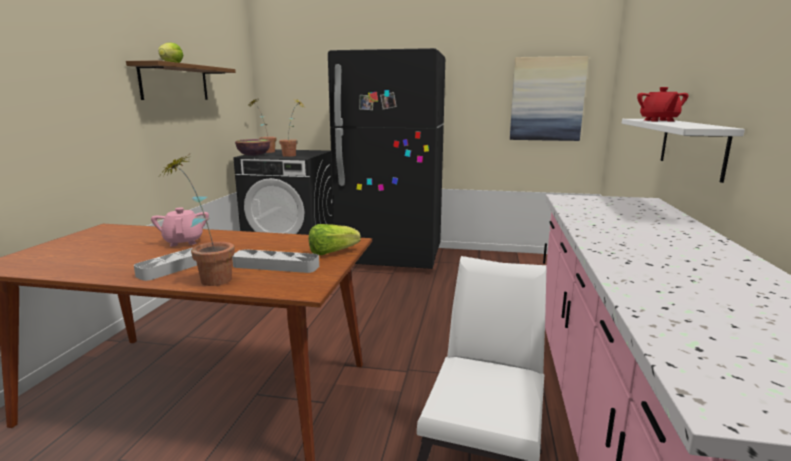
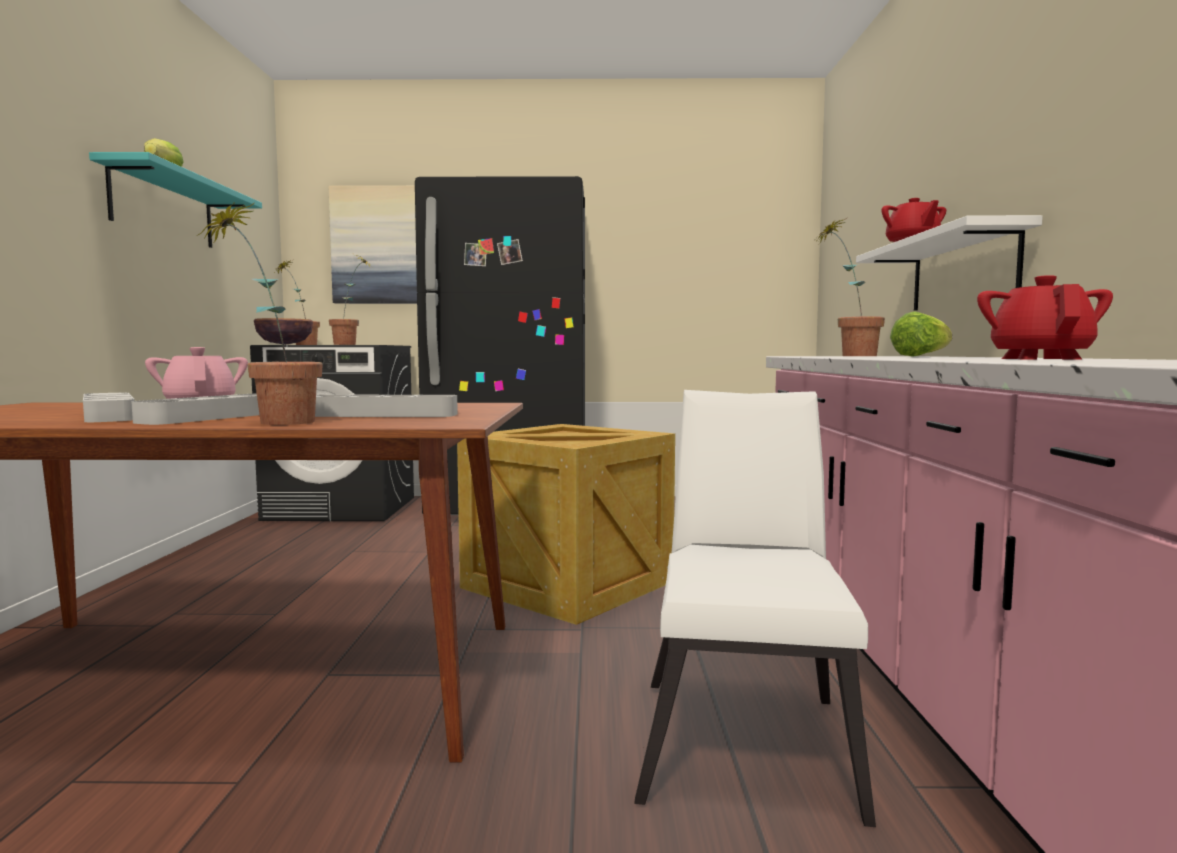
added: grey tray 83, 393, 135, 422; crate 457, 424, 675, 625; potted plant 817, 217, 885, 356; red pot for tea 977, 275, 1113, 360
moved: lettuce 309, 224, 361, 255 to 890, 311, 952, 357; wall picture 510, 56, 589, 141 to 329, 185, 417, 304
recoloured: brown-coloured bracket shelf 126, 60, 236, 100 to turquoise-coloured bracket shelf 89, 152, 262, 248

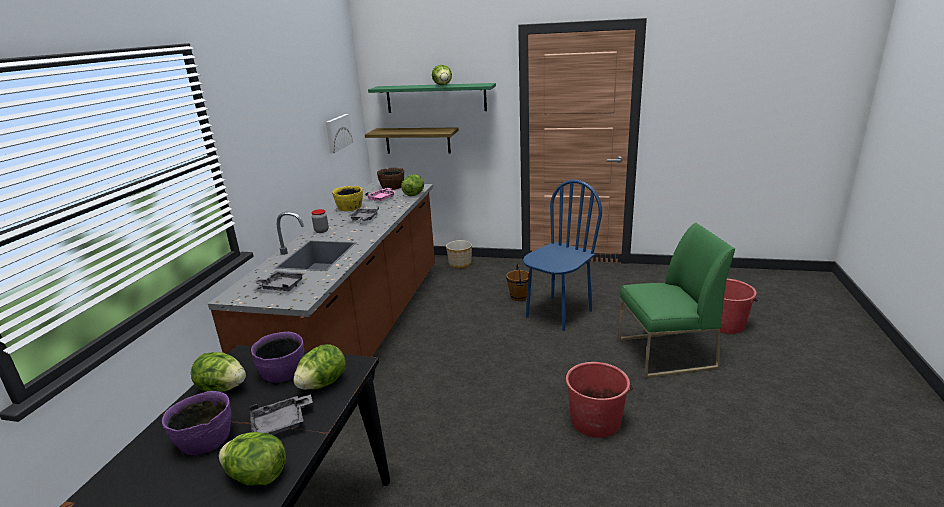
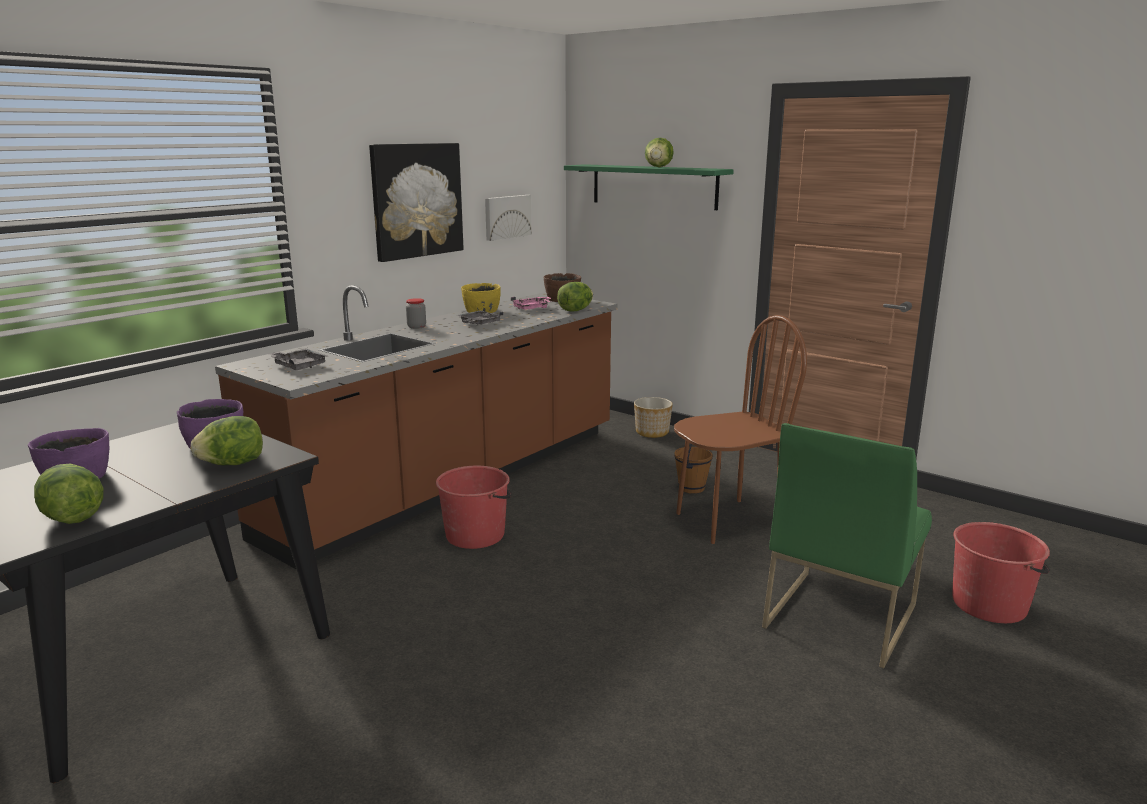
removed: lettuce 191, 352, 246, 392; grey tray 249, 394, 313, 435; bracket shelf 365, 127, 459, 154
added: wall picture 369, 143, 464, 262
moved: red pail 565, 362, 633, 438 to 436, 466, 512, 549
recoloured: bluish plain chair 523, 180, 602, 331 to brown-coloured plain chair 674, 315, 807, 544
turned: green plain chair 618, 223, 735, 378 = 762, 423, 932, 668 105 degrees clockwise

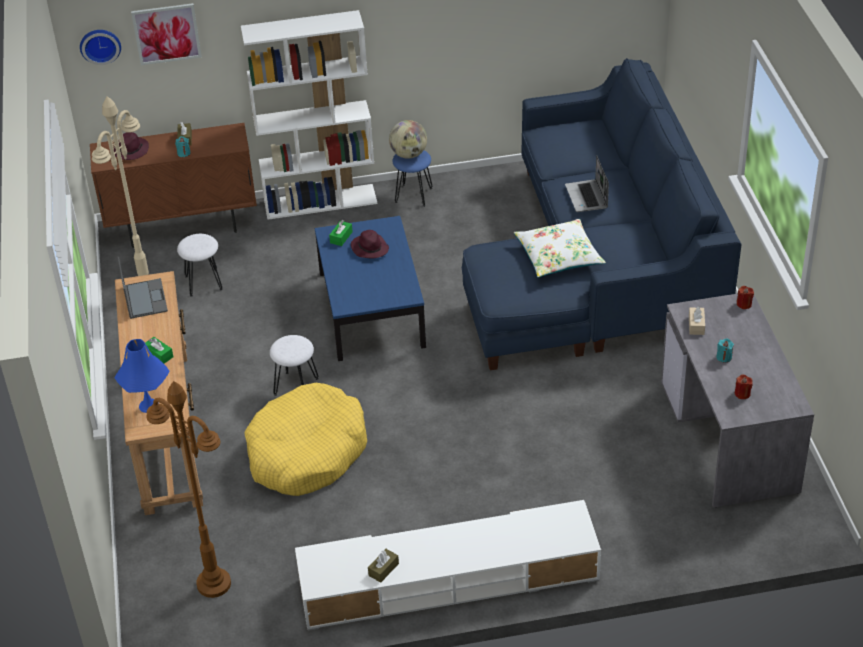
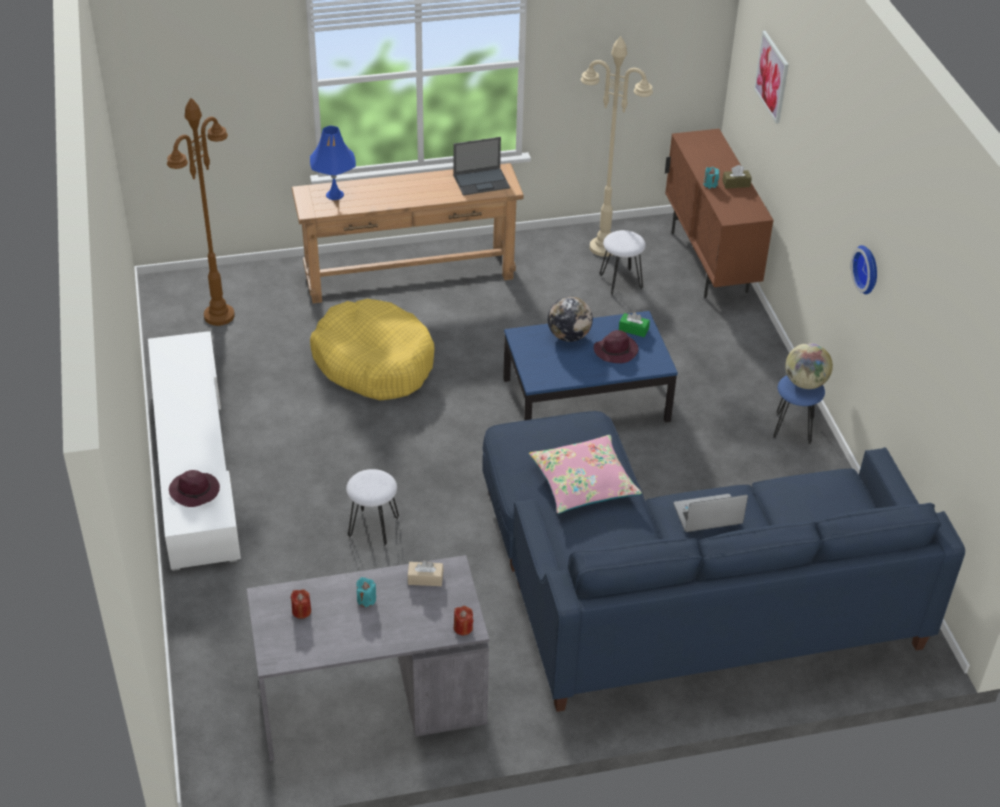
removed: green tissue box 145, 337, 173, 364; whitish shelving unit 241, 10, 377, 220; brown-coloured tissue box 368, 549, 399, 583
added: world globe 548, 296, 593, 342
moved: wall clock 80, 30, 121, 65 to 851, 245, 877, 294; purple-coloured clothing hat 114, 132, 149, 160 to 169, 470, 220, 507; whitish stool seat 270, 335, 319, 396 to 346, 469, 399, 546
recoloured: whitish cushion 514, 219, 606, 278 to pink-coloured cushion 529, 435, 642, 514

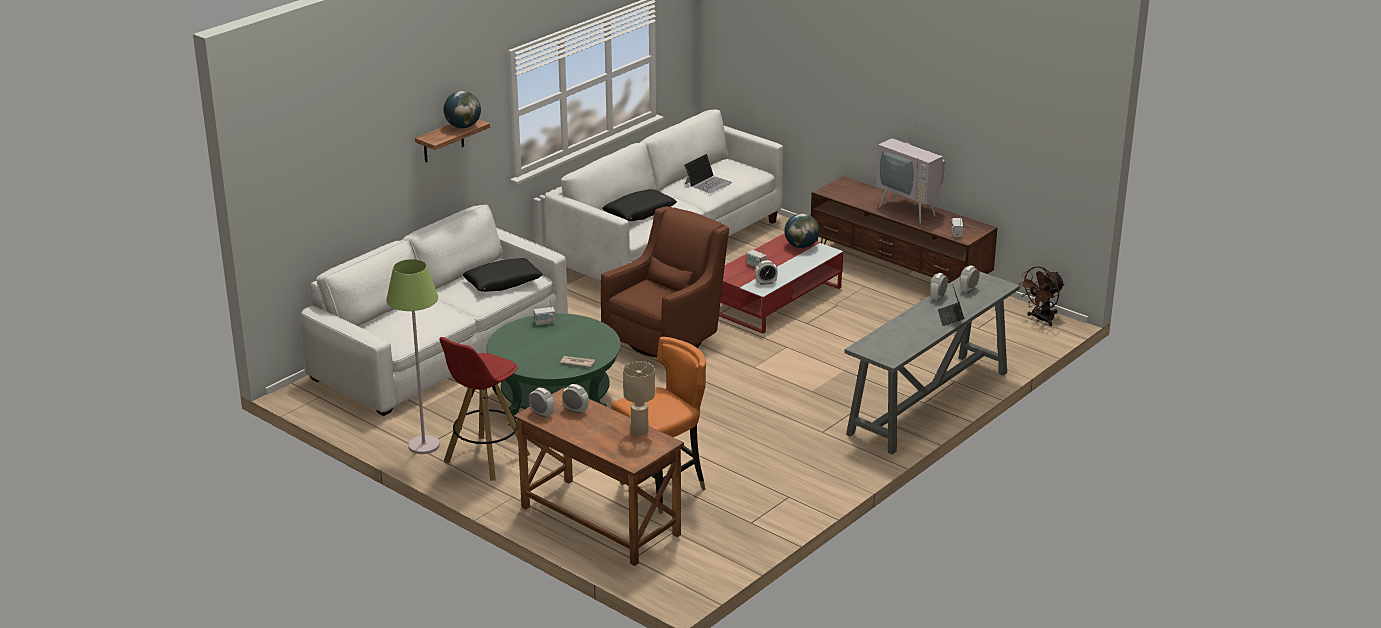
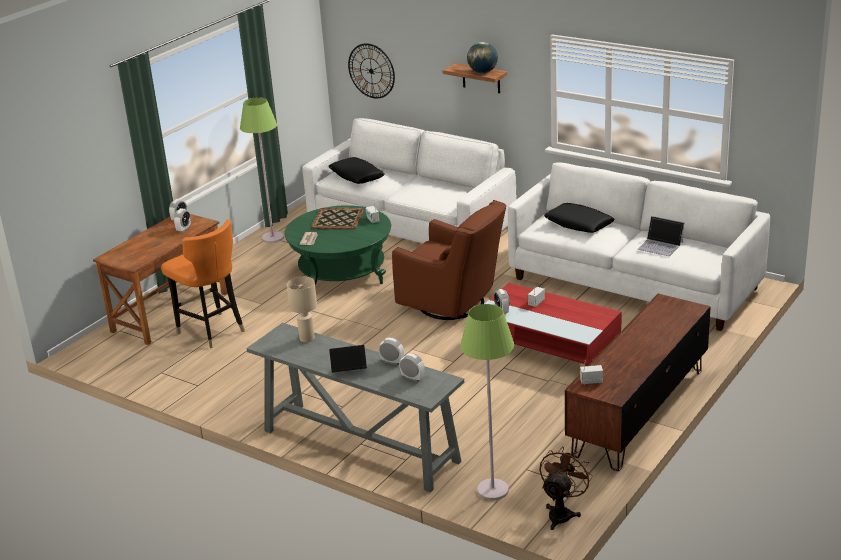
removed: red stool seat 439, 337, 530, 481; world globe 784, 213, 820, 248; television 876, 114, 945, 224
added: tray 311, 208, 364, 230; wall clock 348, 43, 395, 98; green floor lamp 460, 304, 514, 500
moved: blackish cushion 463, 258, 543, 292 to 328, 157, 385, 184; beige-coloured tabletop lamp 623, 361, 655, 436 to 287, 277, 317, 343
turned: brown-coloured electric fan 1018, 266, 1065, 326 = 539, 447, 593, 530 75 degrees clockwise

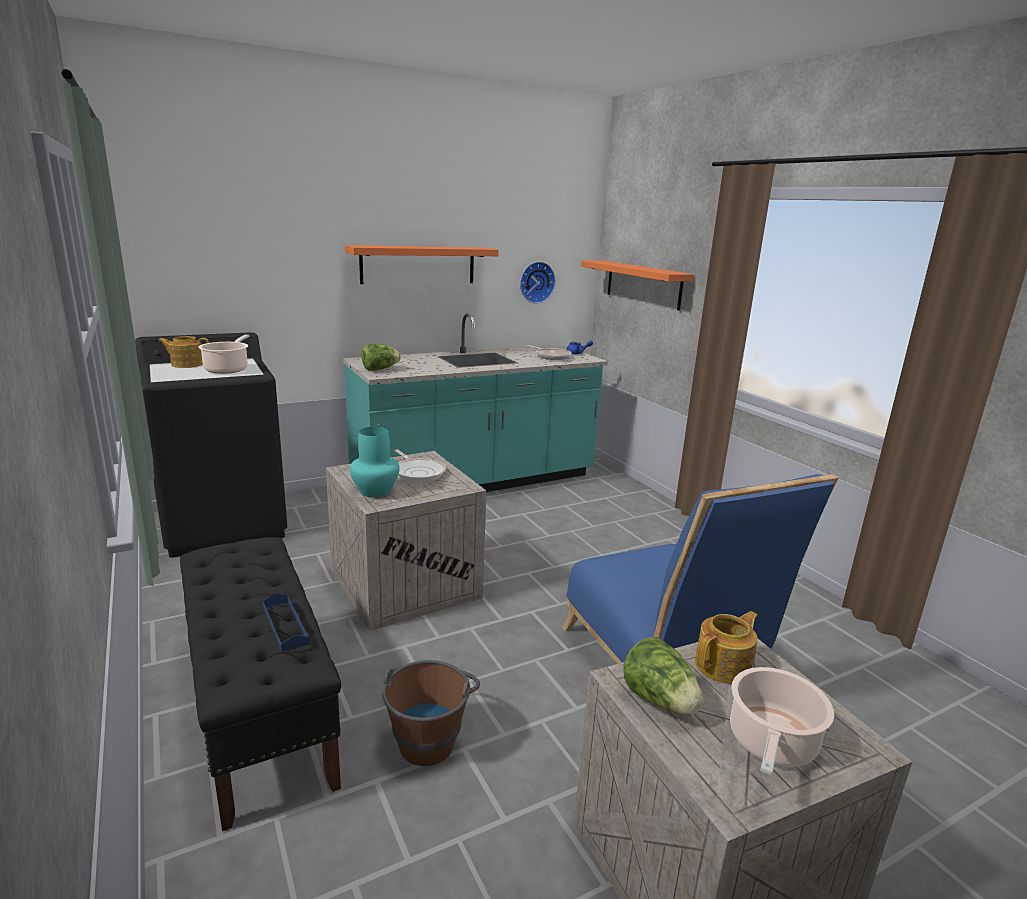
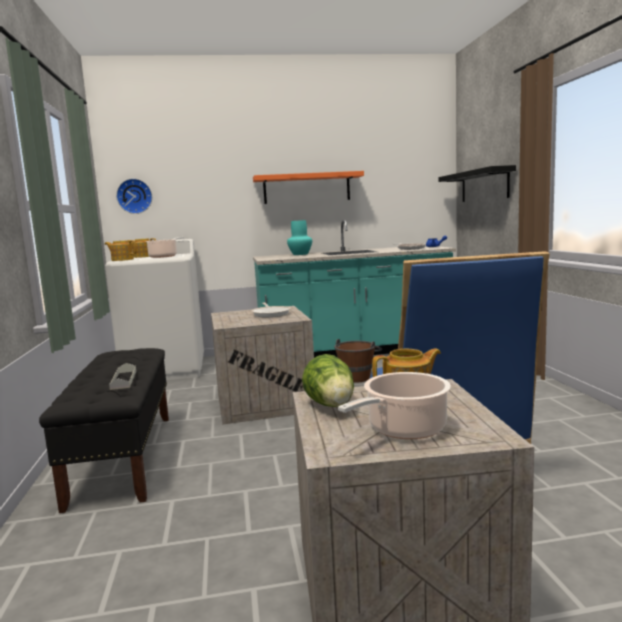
removed: lettuce 362, 343, 401, 371
added: pot for tea 105, 240, 137, 261
moved: turquoise-coloured flower vase 350, 427, 400, 498 to 287, 220, 312, 255; brown-coloured pail 382, 660, 480, 766 to 334, 339, 382, 383; wall clock 520, 262, 556, 304 to 116, 179, 152, 214
recoloured: blackish laundry appliance 135, 332, 287, 558 to whitish laundry appliance 105, 239, 204, 380; bluish tray 263, 593, 309, 652 to grey tray 109, 363, 136, 390; orange-coloured bracket shelf 581, 260, 694, 311 to blackish bracket shelf 438, 165, 516, 202

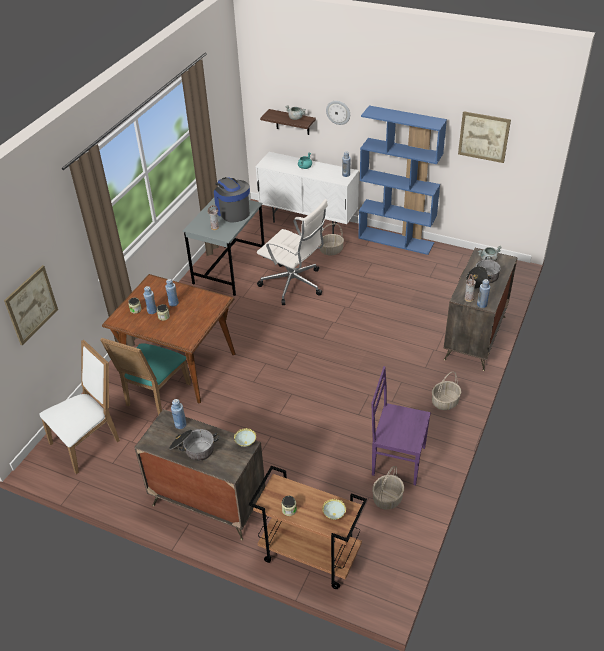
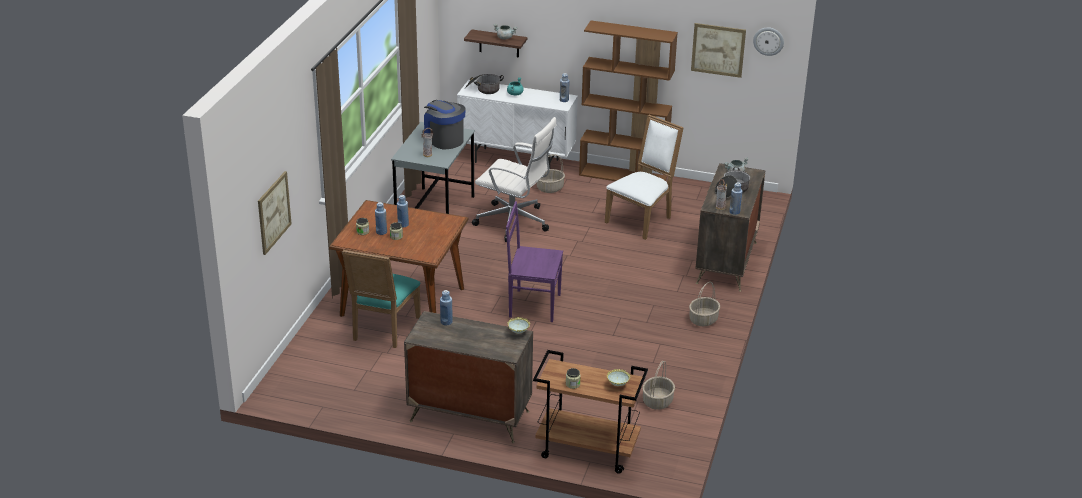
moved: whitish plain chair 39, 339, 120, 474 to 605, 115, 684, 240; saucepot 169, 429, 219, 461 to 465, 74, 504, 94; wall clock 326, 101, 350, 125 to 753, 27, 784, 56; purple-coloured plain chair 371, 366, 431, 485 to 506, 201, 563, 322
recoloured: bluish shelving unit 358, 106, 447, 255 to brown-coloured shelving unit 579, 20, 678, 181

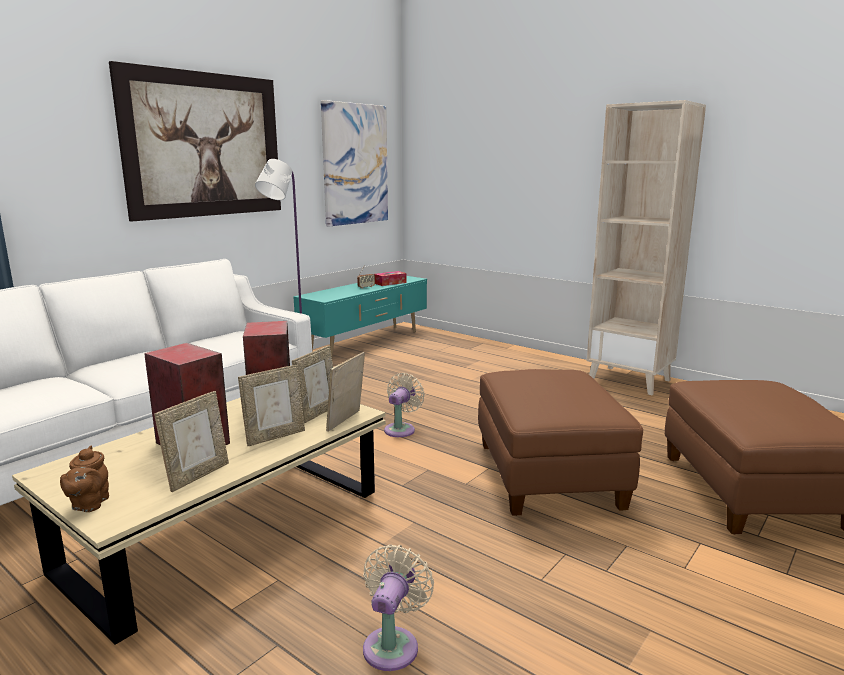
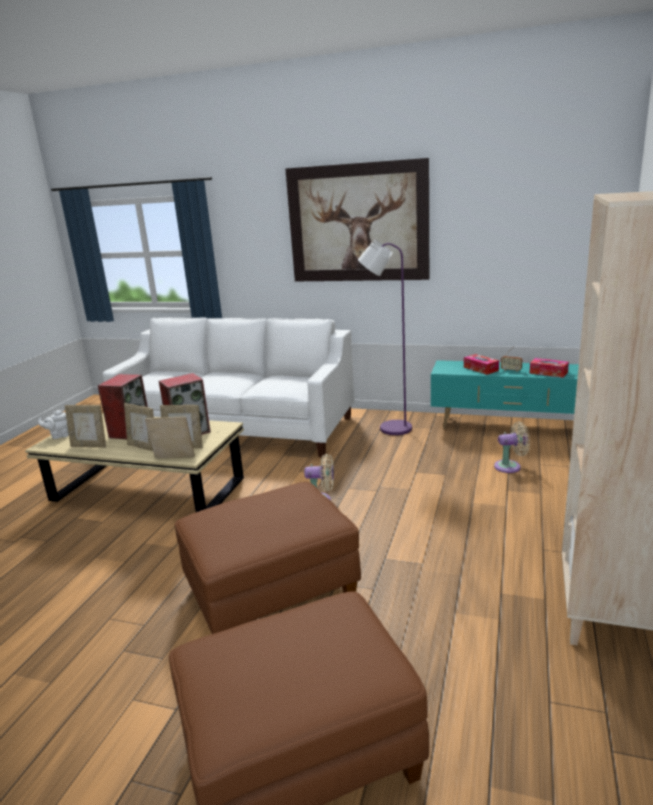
removed: wall picture 321, 100, 388, 226
added: tissue box 464, 354, 499, 375
moved: beige-coloured electric fan 363, 544, 434, 671 to 494, 422, 530, 473
recoloured: brown-coloured pot for tea 60, 446, 109, 512 to whitish pot for tea 38, 410, 69, 439

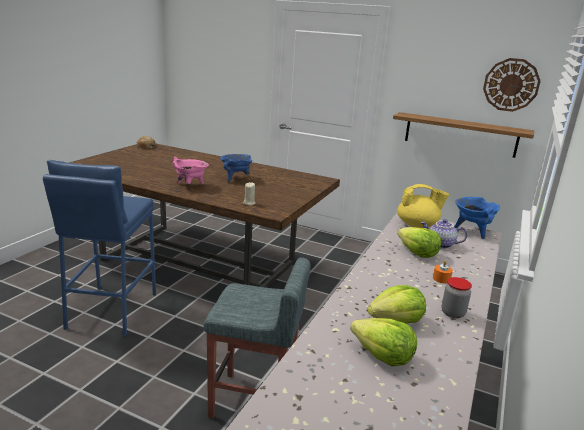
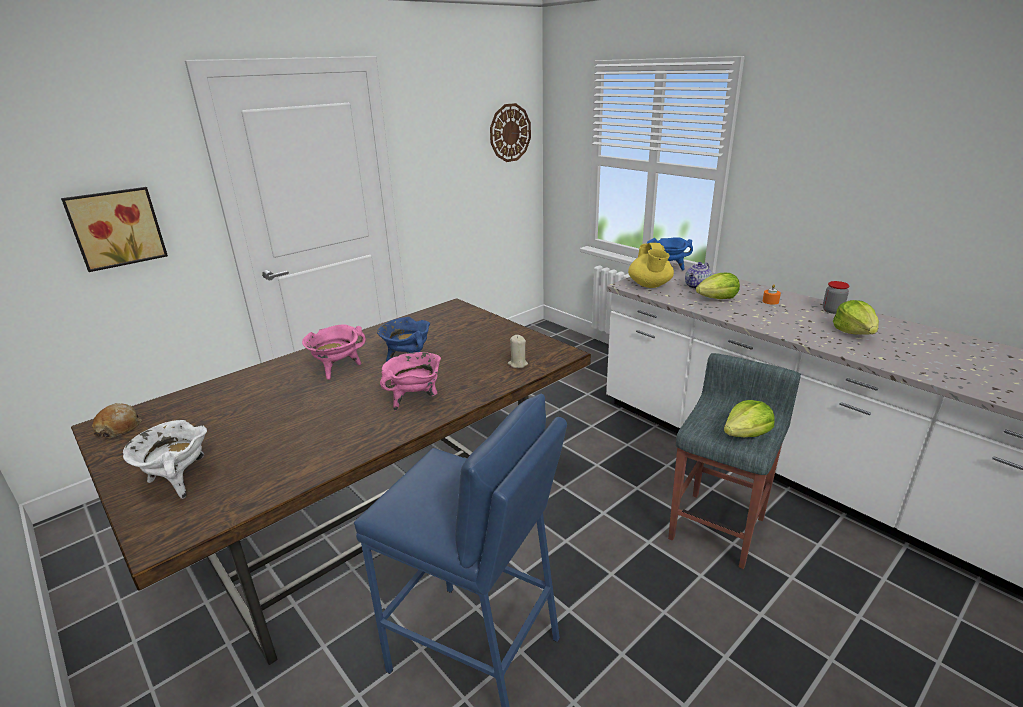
removed: bracket shelf 393, 112, 534, 158
added: wall picture 61, 187, 168, 272; whitish saucepot 123, 420, 207, 499; pink-coloured saucepot 302, 325, 366, 380
moved: lettuce 350, 318, 417, 366 to 724, 400, 774, 437
turned: yellow pot for tea 397, 184, 449, 228 = 628, 243, 674, 288 150 degrees clockwise

